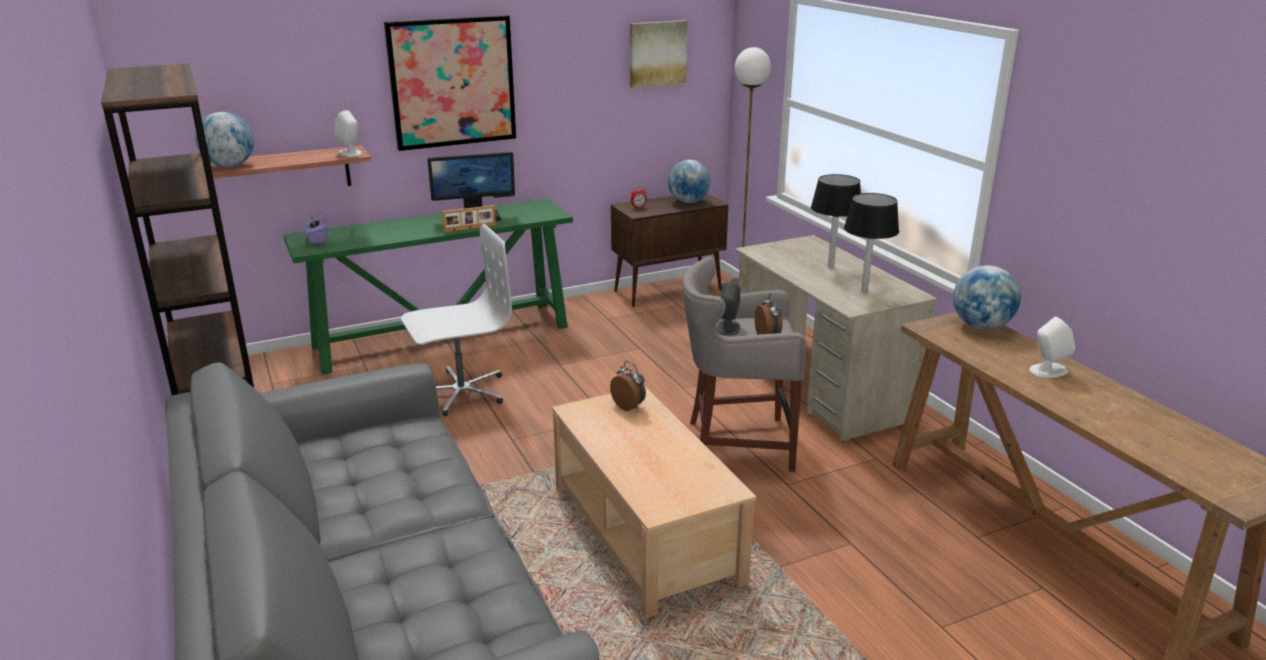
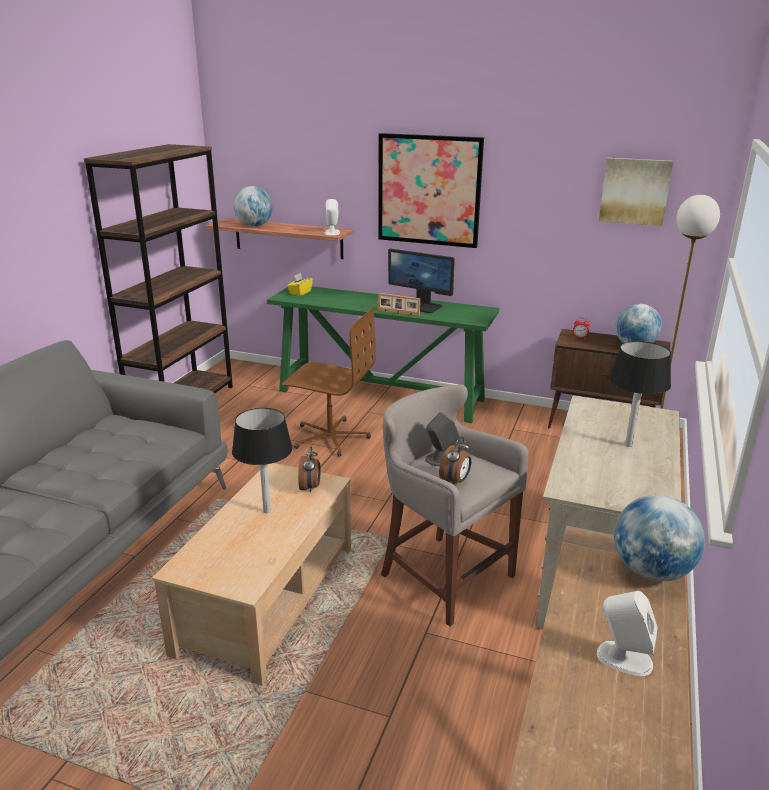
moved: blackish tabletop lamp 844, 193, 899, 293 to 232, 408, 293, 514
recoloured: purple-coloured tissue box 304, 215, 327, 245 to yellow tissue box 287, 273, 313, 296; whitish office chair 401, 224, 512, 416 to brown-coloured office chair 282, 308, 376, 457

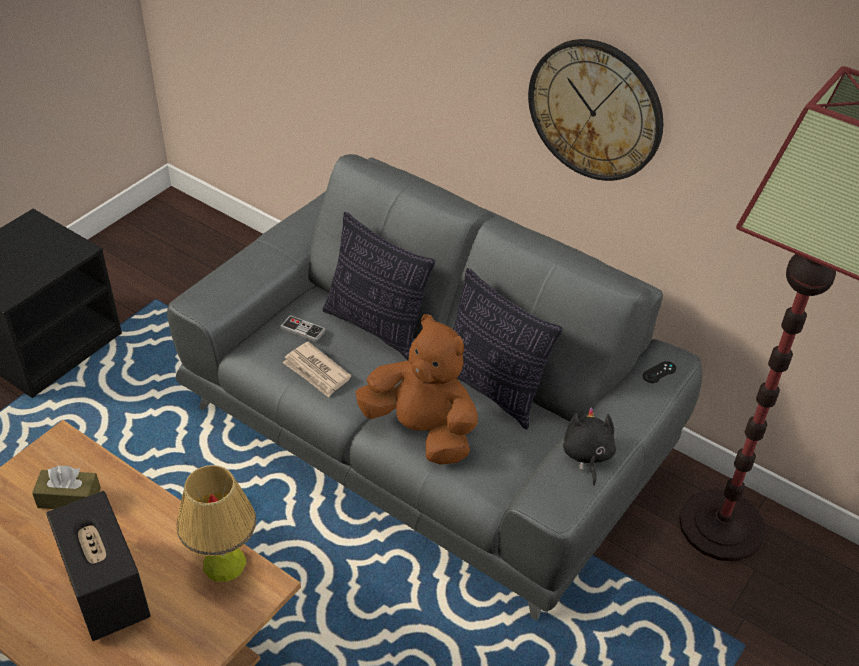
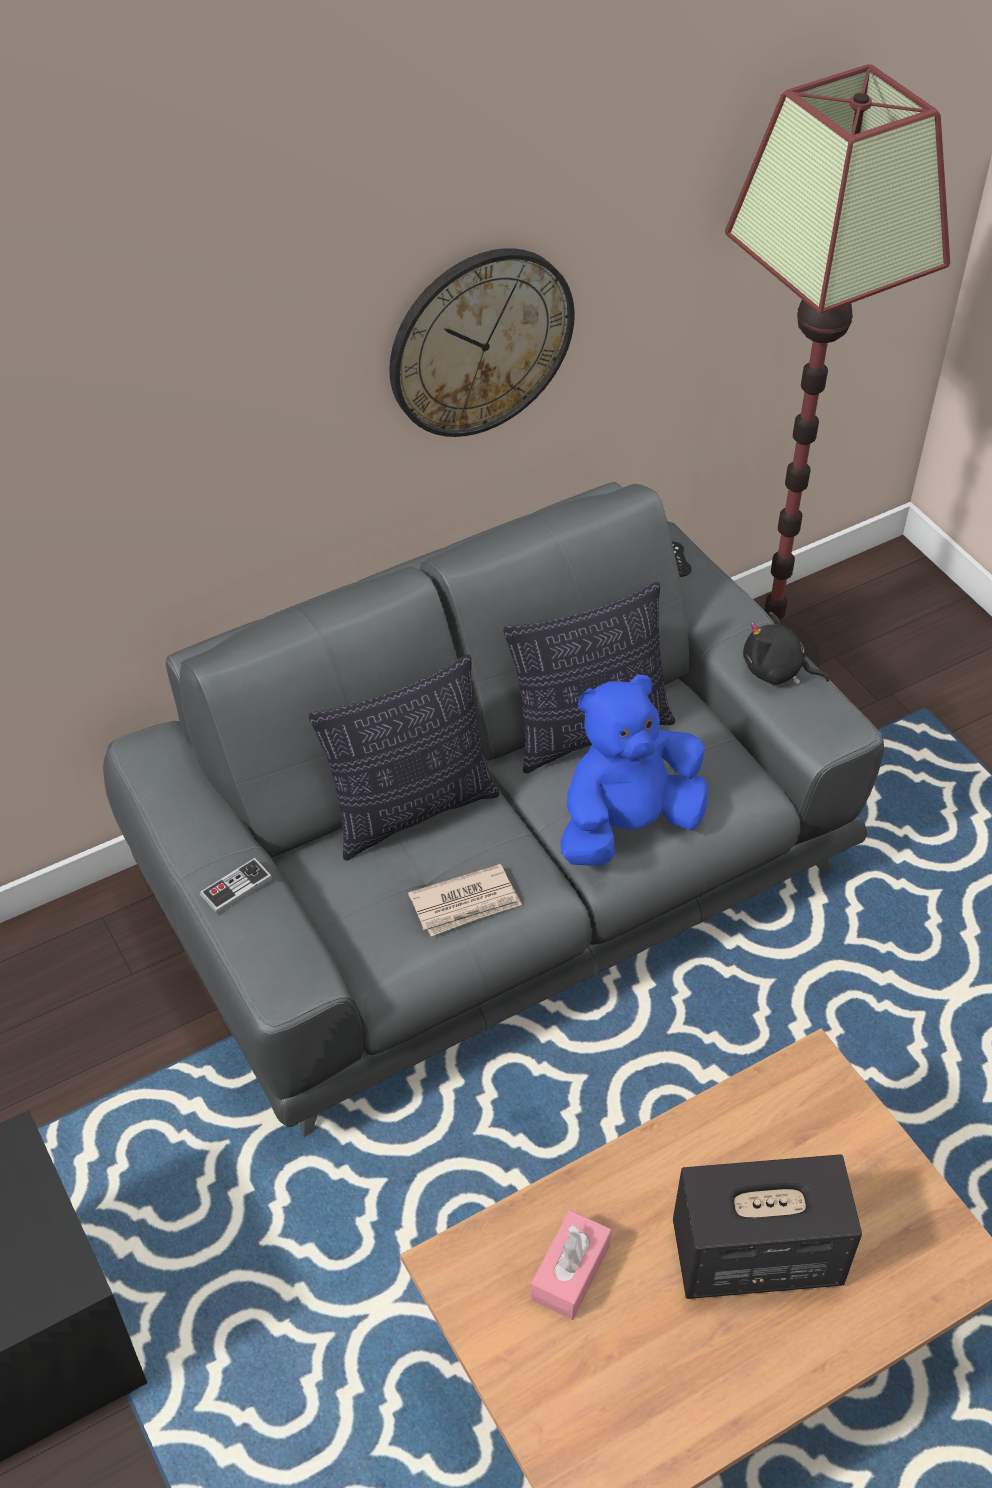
removed: tabletop lamp 176, 465, 256, 582
moved: joypad 280, 315, 326, 342 to 200, 858, 272, 914
recoloured: brown-coloured tissue box 32, 466, 101, 509 to pink-coloured tissue box 531, 1210, 611, 1320; brown-coloured plush toy 355, 314, 478, 465 to bluish plush toy 561, 674, 708, 866

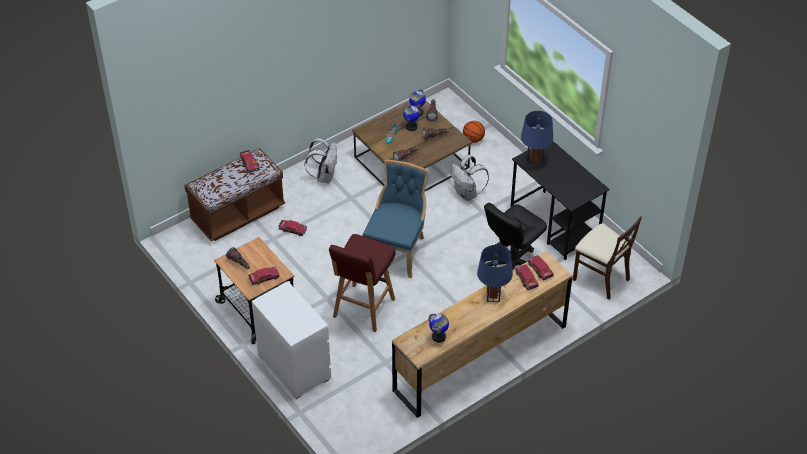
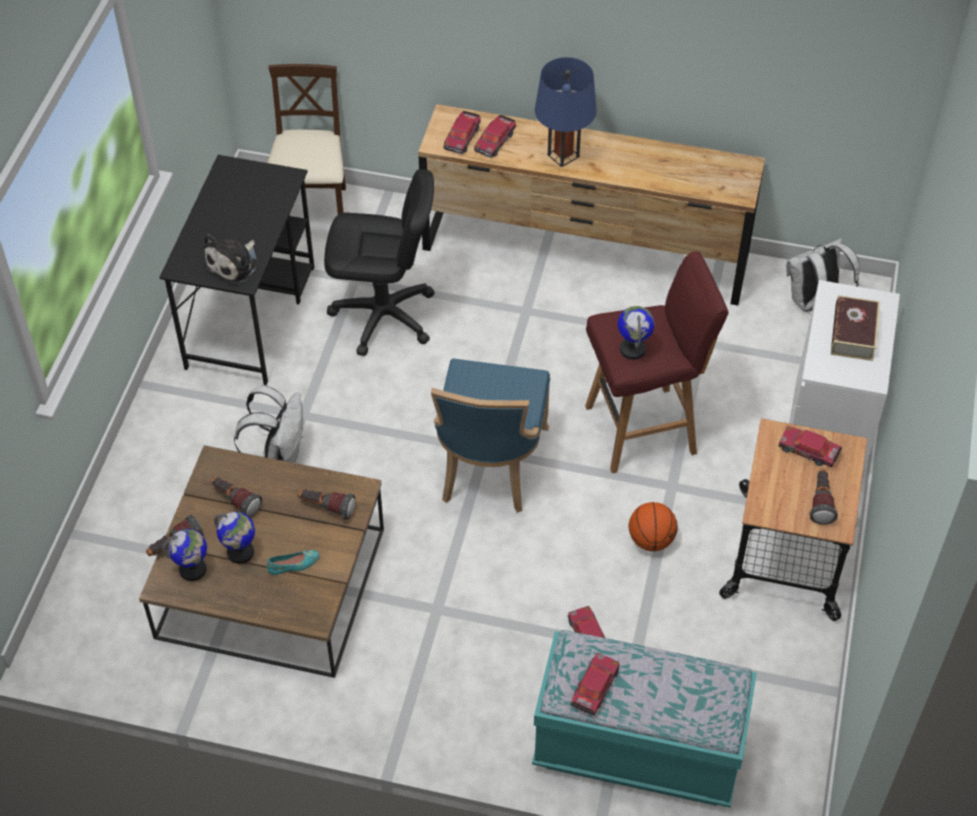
added: book 831, 295, 880, 361
moved: whitish knapsack 304, 138, 337, 183 to 786, 238, 860, 312; world globe 428, 314, 449, 342 to 618, 306, 654, 360; basketball ball 463, 121, 485, 143 to 629, 502, 678, 551
replaced: bluish tabletop lamp 521, 111, 553, 167 to plush toy 204, 234, 258, 285
recoloured: brown-coloured indoor bench 184, 148, 285, 241 to turquoise-coloured indoor bench 532, 630, 757, 808
turned: bluish plain chair 362, 159, 429, 278 = 431, 359, 550, 513 60 degrees counterclockwise

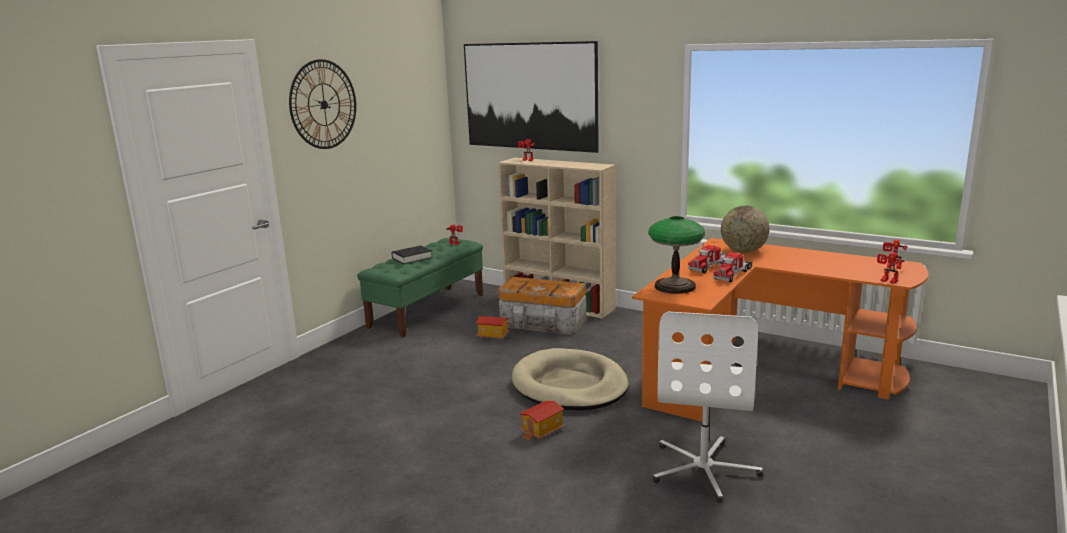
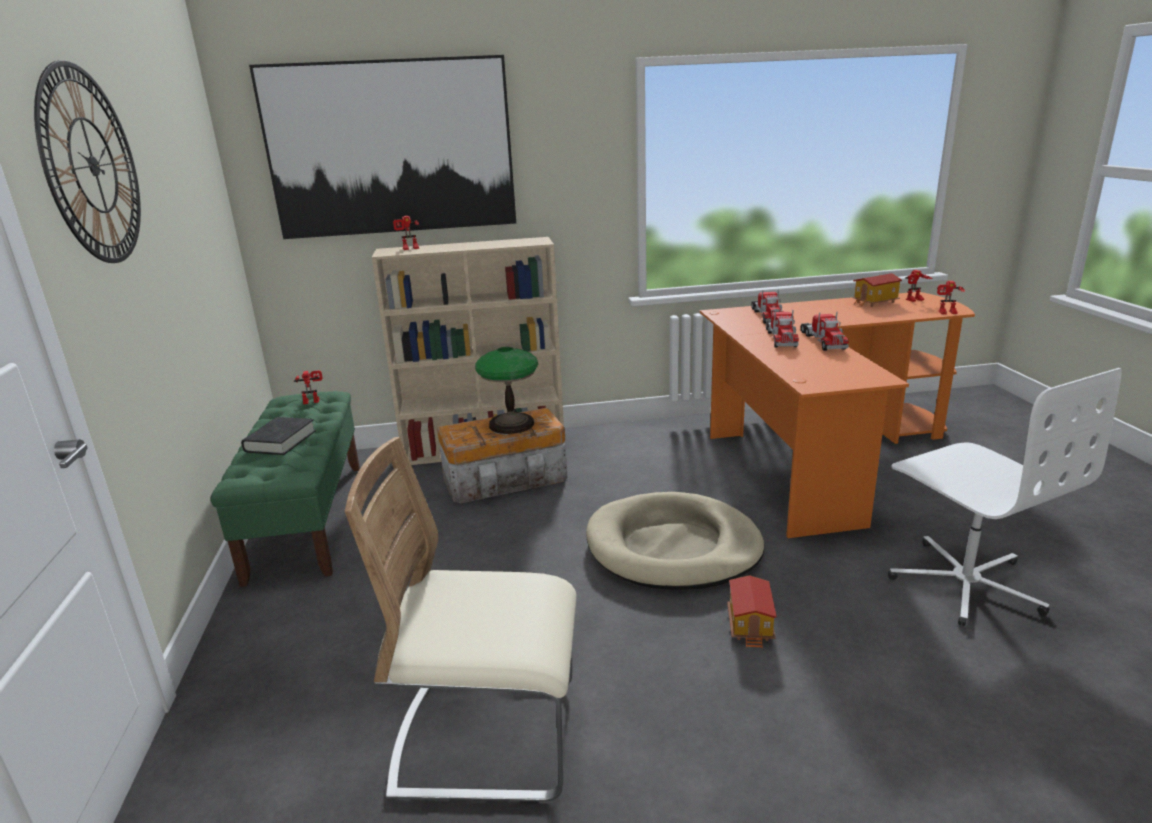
added: beige-coloured plain chair 345, 437, 577, 803
moved: miniature house 476, 316, 509, 341 to 852, 273, 902, 307; tabletop lamp 648, 216, 705, 294 to 475, 347, 538, 434
replaced: world globe 721, 205, 770, 253 to toy truck 751, 289, 784, 324

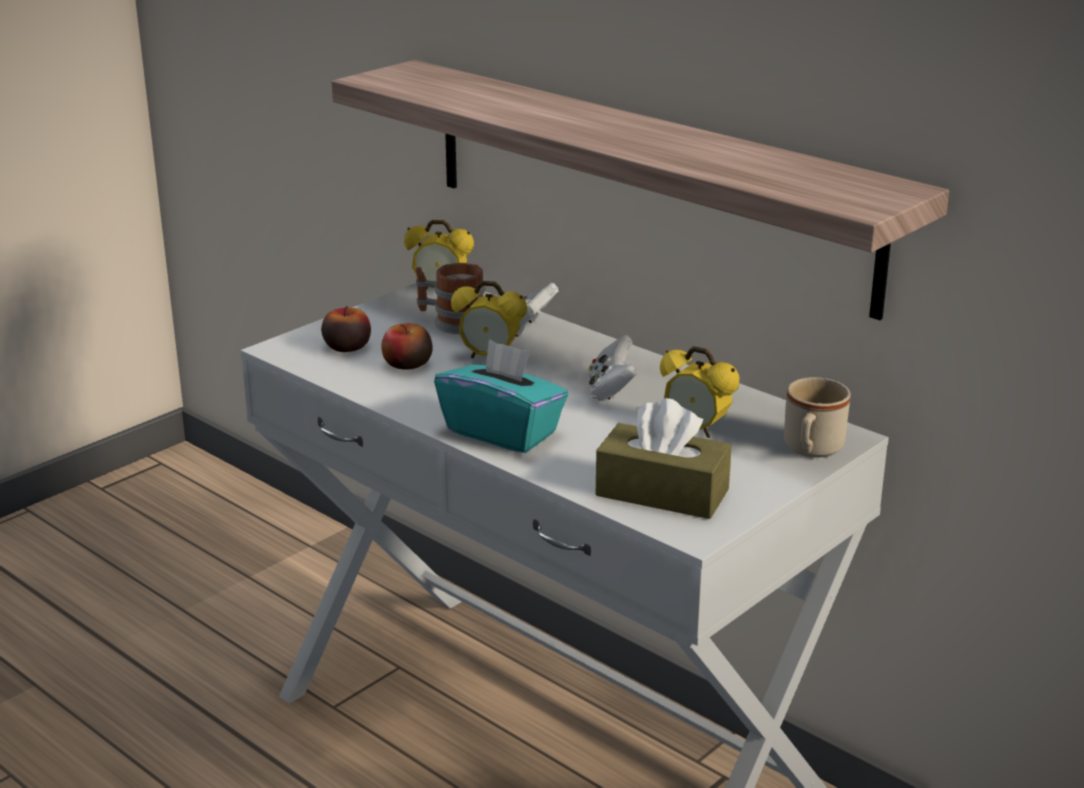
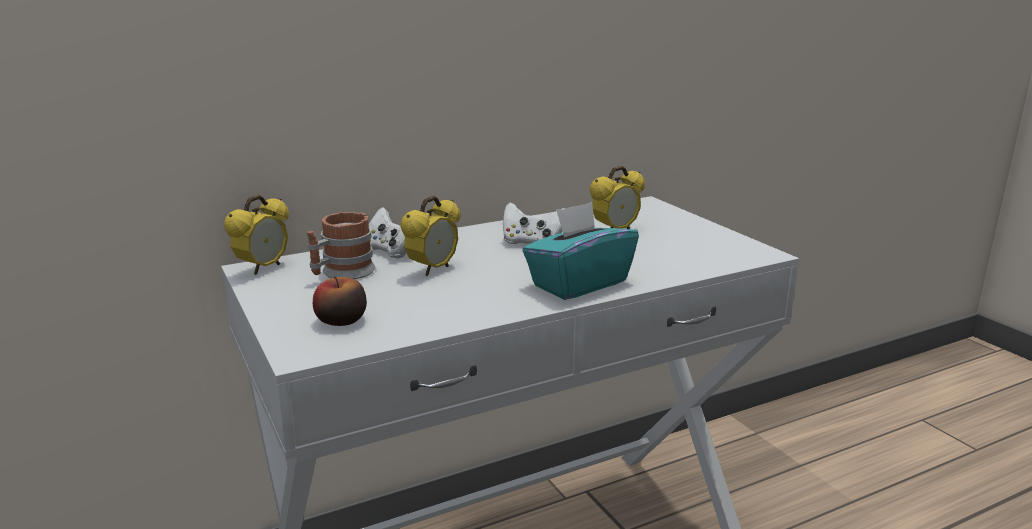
removed: bracket shelf 332, 60, 949, 320; whole apple 382, 323, 433, 369; brown-coloured tissue box 596, 398, 732, 519; beige-coloured coffee mug 784, 377, 851, 458

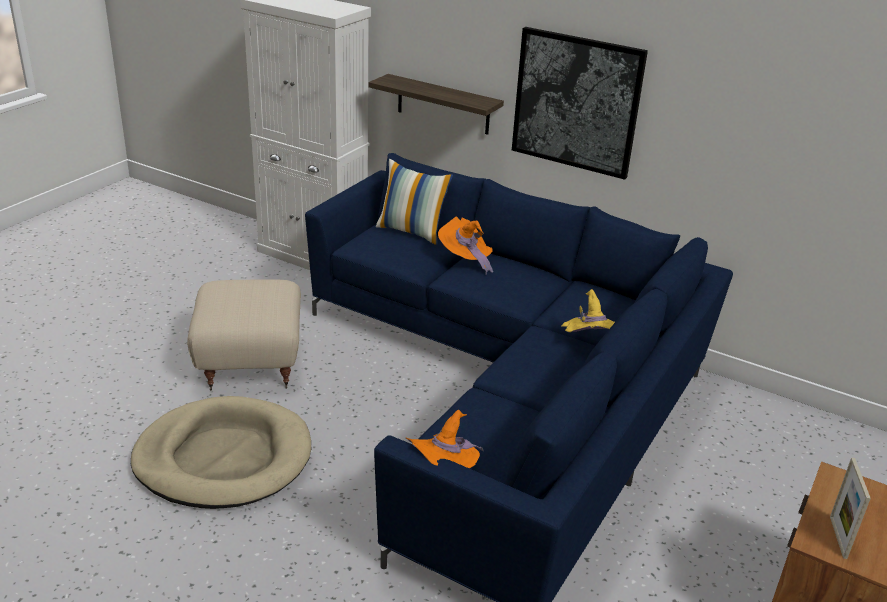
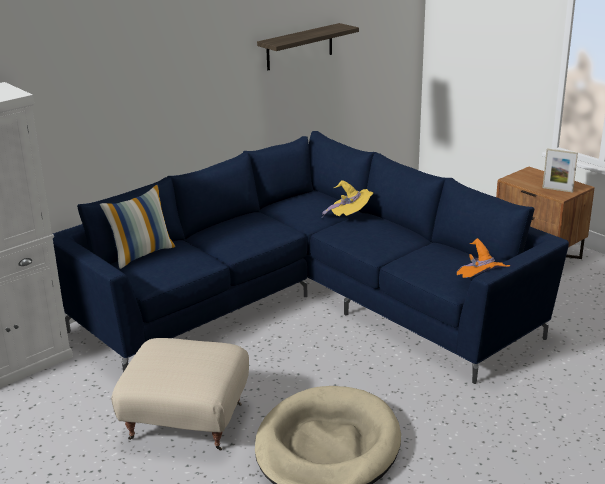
removed: orange-coloured clothing hat 438, 217, 493, 275; wall picture 512, 27, 648, 180
moved: bracket shelf 369, 74, 504, 135 to 257, 23, 359, 70

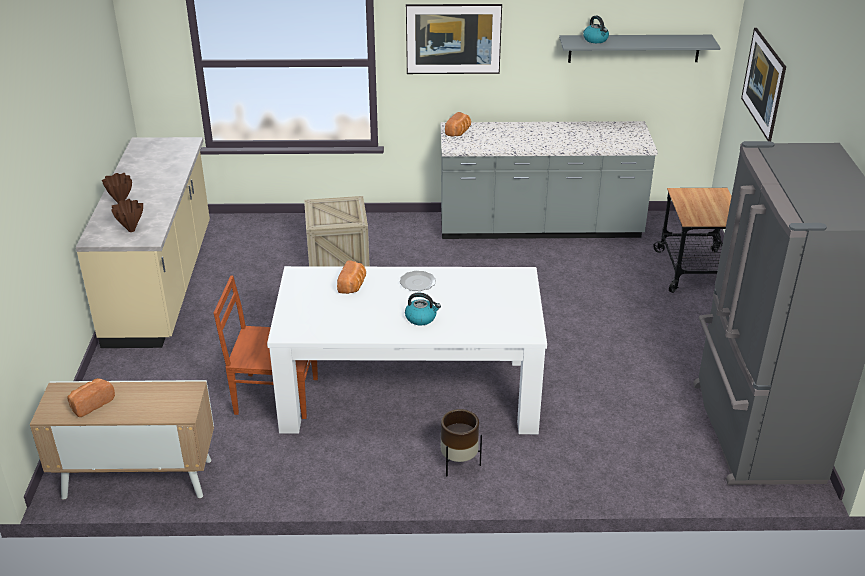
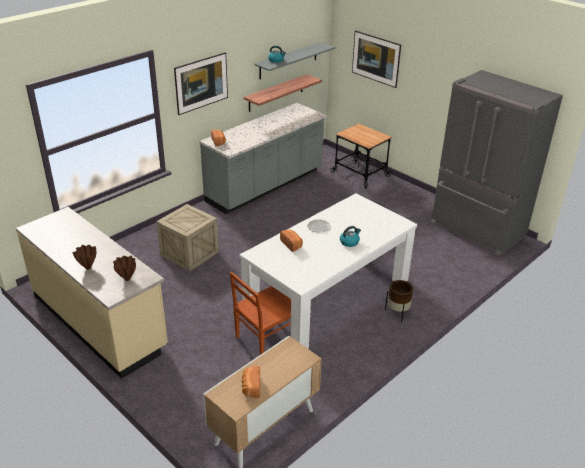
added: bracket shelf 244, 74, 322, 112

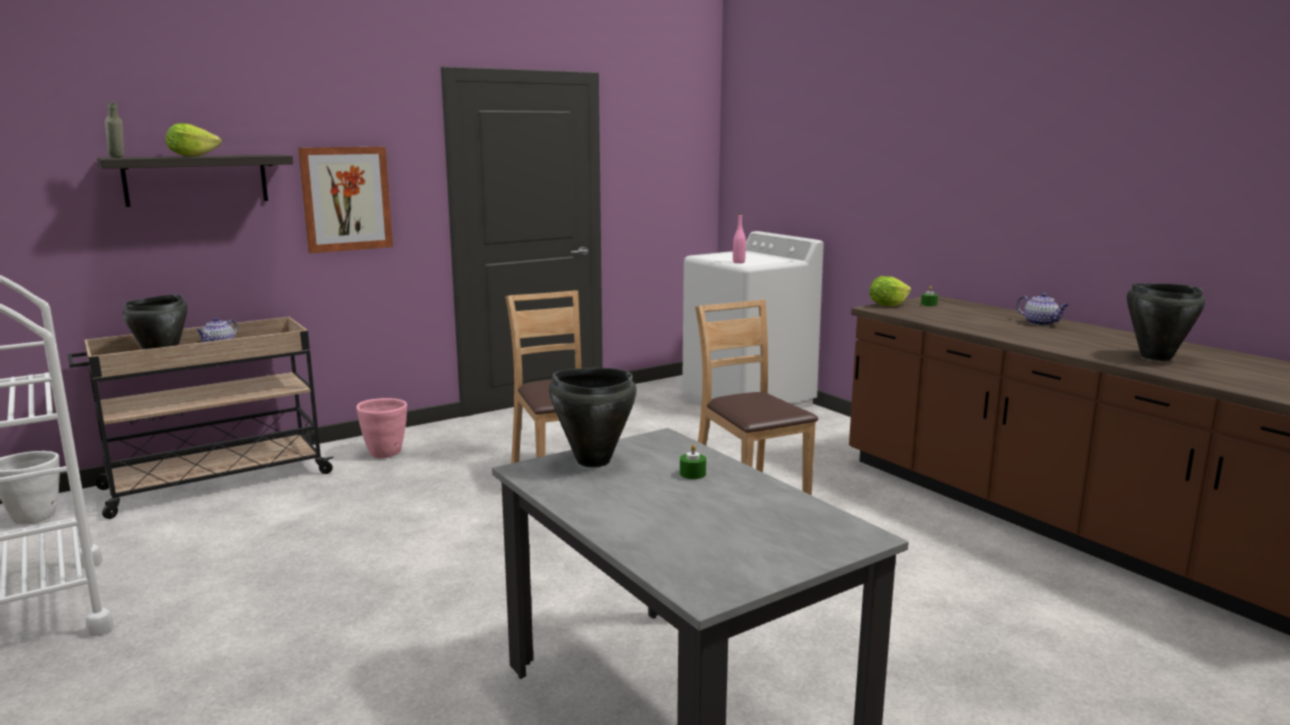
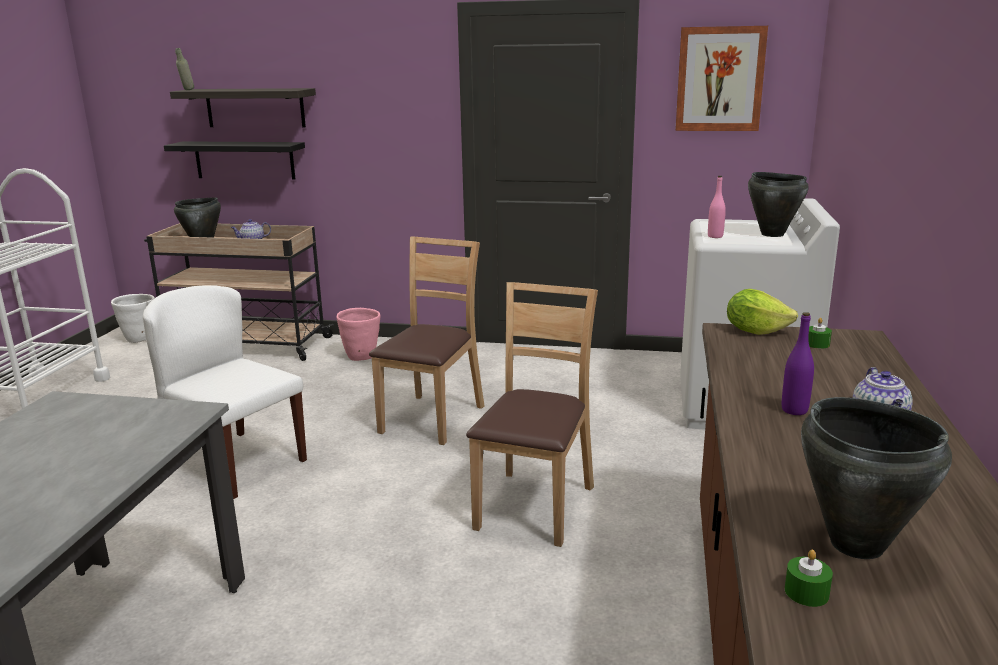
removed: lettuce 165, 123, 221, 157
added: whitish plain chair 143, 285, 307, 499; blackish bracket shelf 164, 141, 305, 180; purple-coloured beverage bottle 782, 312, 814, 415
moved: wall picture 298, 147, 393, 253 to 676, 26, 768, 131; blackish saucepot 549, 368, 637, 467 to 748, 172, 809, 237; green wax light 680, 444, 706, 479 to 785, 550, 833, 607

